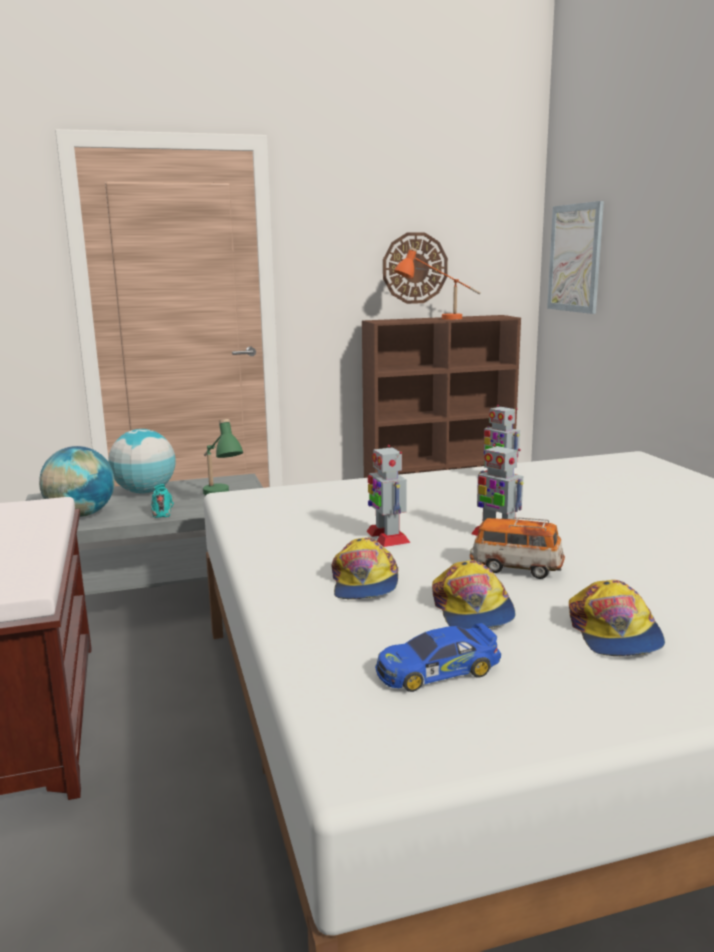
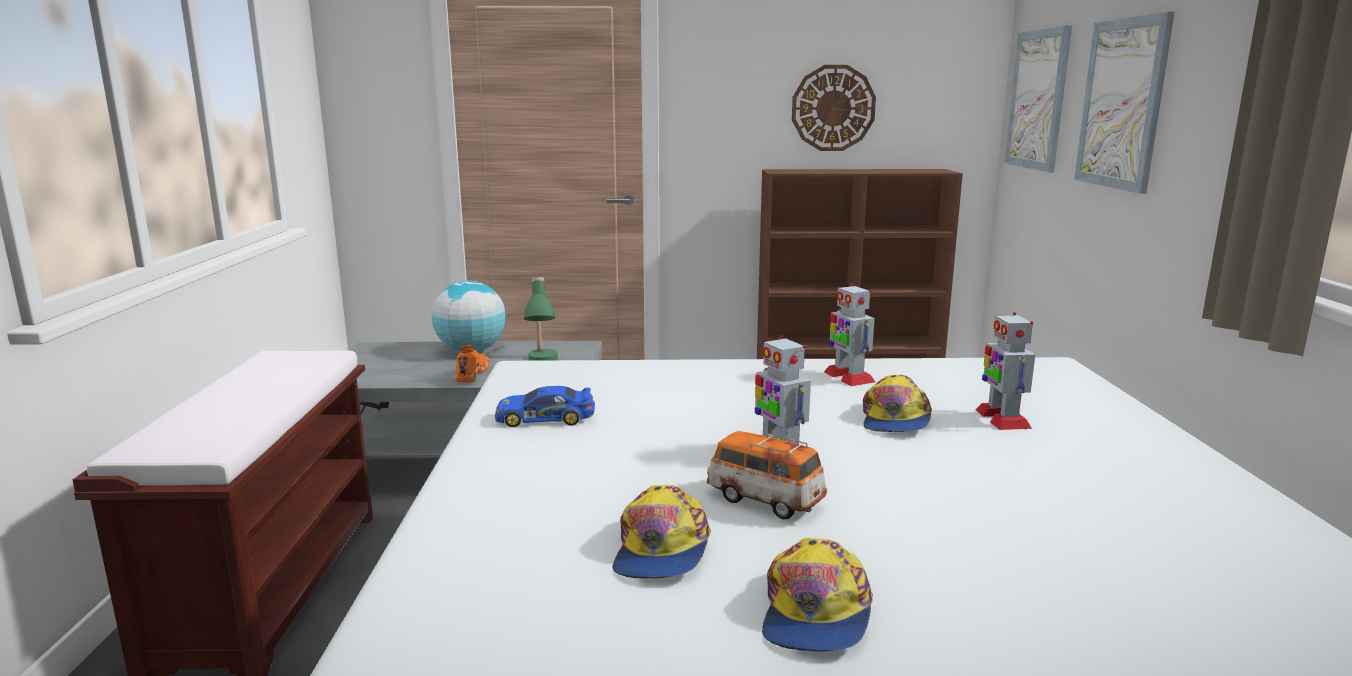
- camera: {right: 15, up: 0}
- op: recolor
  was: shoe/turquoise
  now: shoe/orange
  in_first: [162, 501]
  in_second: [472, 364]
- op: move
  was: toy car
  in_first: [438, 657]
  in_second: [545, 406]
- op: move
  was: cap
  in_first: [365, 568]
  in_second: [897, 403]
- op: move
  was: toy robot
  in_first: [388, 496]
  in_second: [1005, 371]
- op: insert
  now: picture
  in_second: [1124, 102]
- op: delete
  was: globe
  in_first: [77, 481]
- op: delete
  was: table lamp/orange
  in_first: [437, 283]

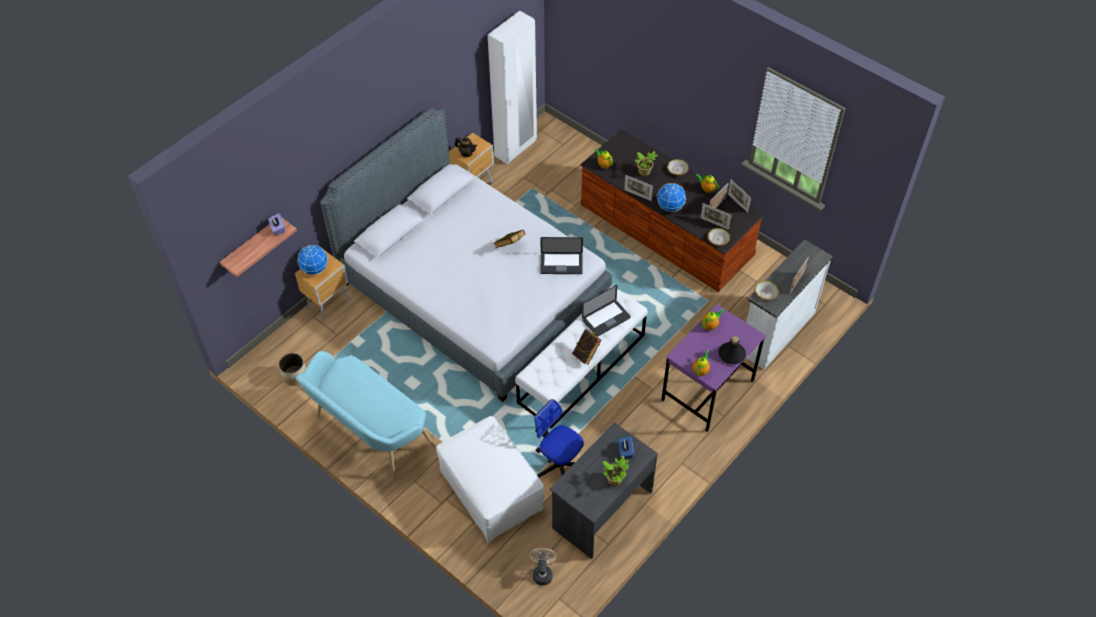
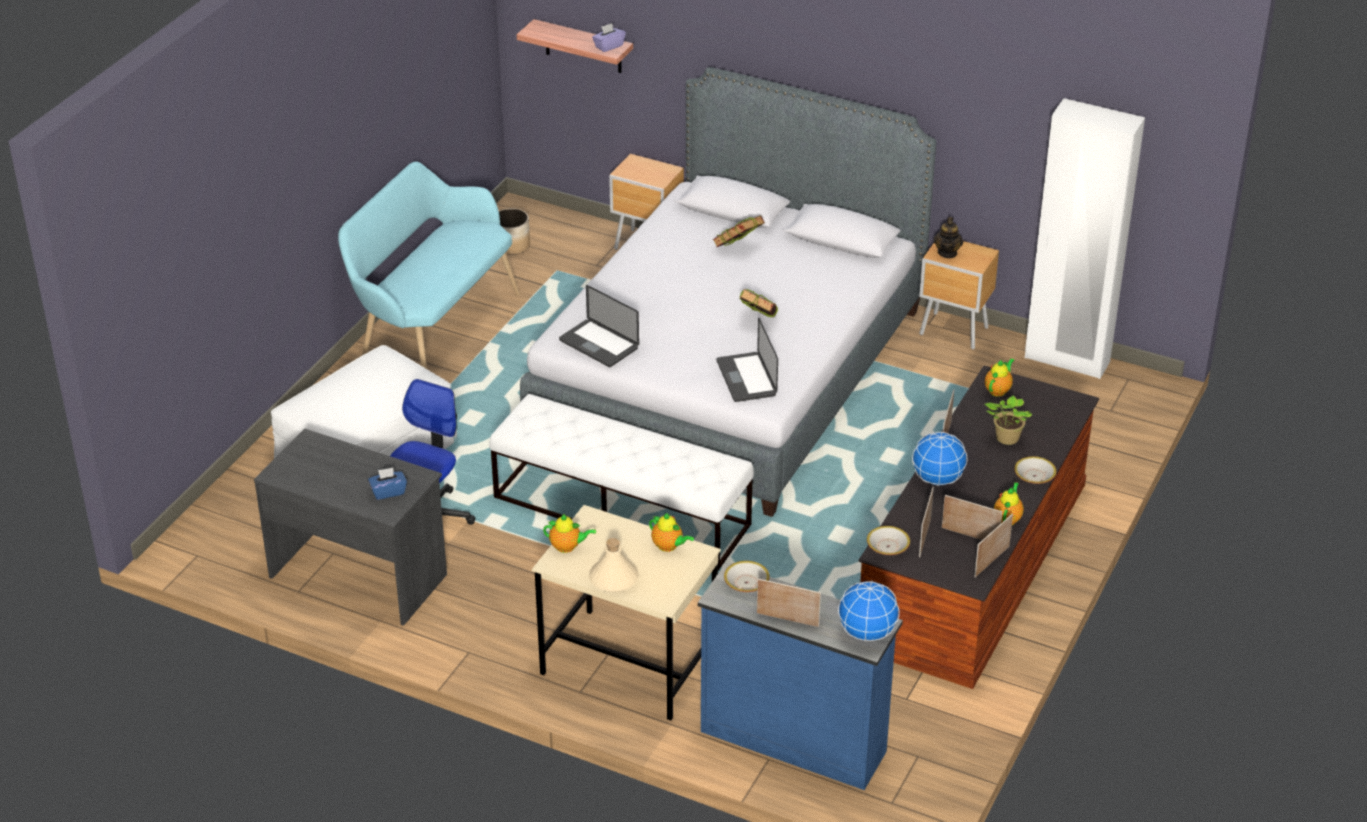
- camera: {right: 75, up: -15}
- op: recolor
  was: desk/purple
  now: desk/beige
  in_first: [713, 368]
  in_second: [626, 612]
- op: move
  was: laptop
  in_first: [606, 311]
  in_second: [599, 326]
- op: recolor
  was: bottle/black
  now: bottle/beige
  in_first: [732, 350]
  in_second: [614, 565]
- op: recolor
  was: dresser/white
  now: dresser/blue
  in_first: [789, 304]
  in_second: [800, 676]
- op: move
  was: book
  in_first: [586, 347]
  in_second: [739, 231]
- op: move
  was: globe
  in_first: [312, 260]
  in_second: [869, 611]
- op: delete
  was: fan/beige
  in_first: [543, 566]
- op: delete
  was: potted plant
  in_first: [616, 471]

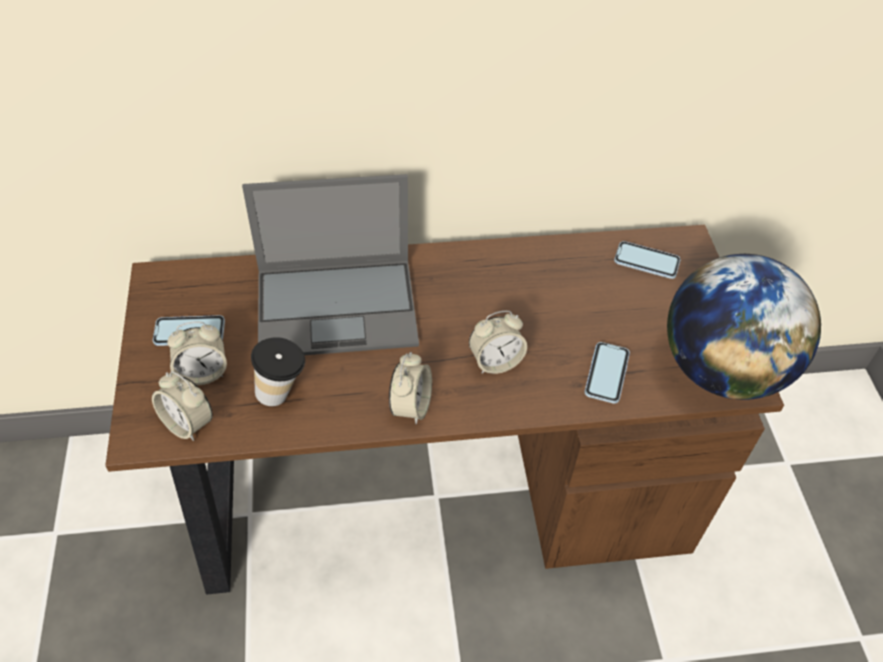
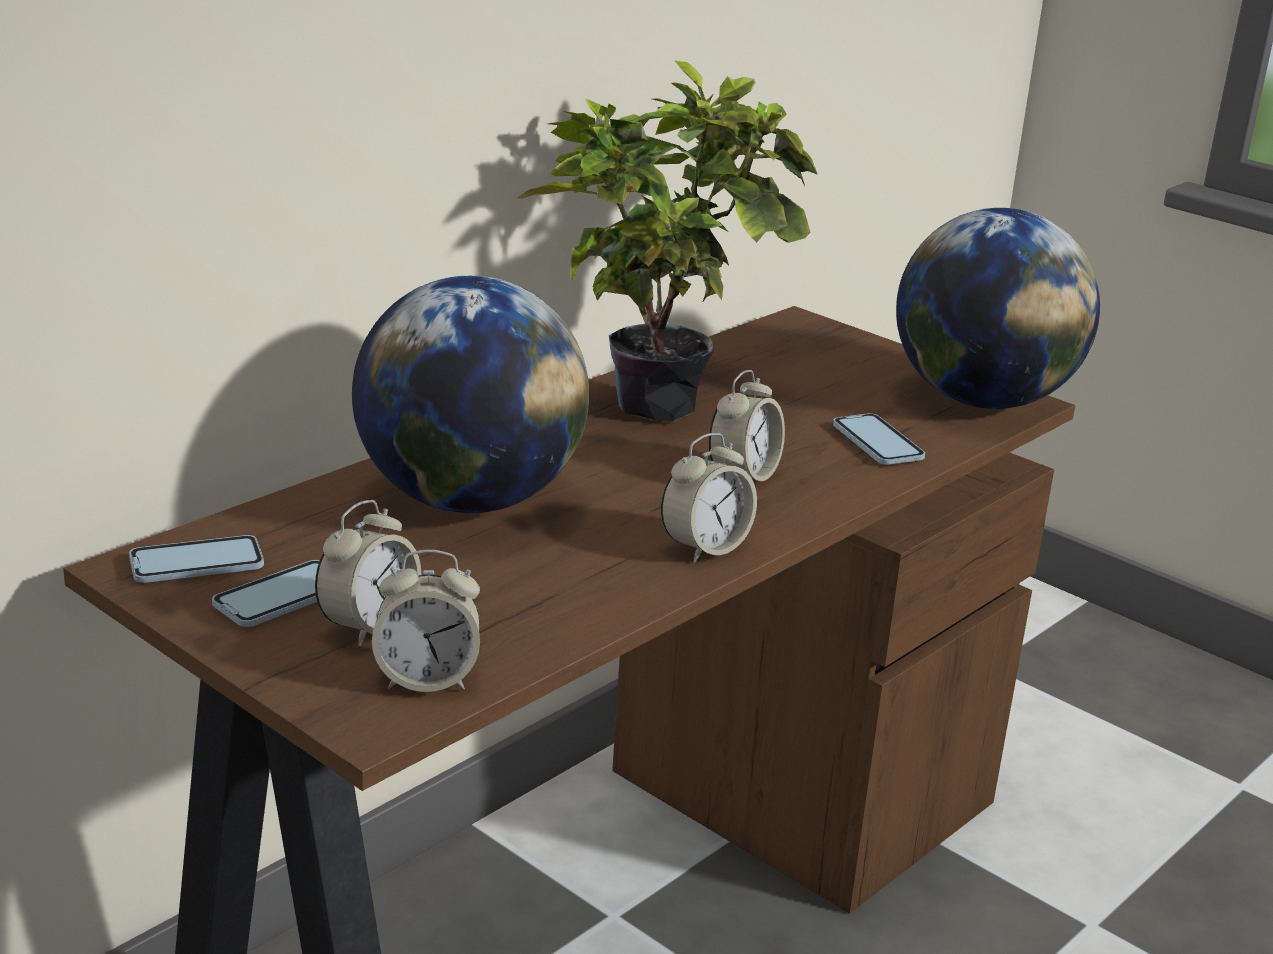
- camera: {right: -40, up: -25}
- op: move
  was: phone
  in_first: [647, 260]
  in_second: [196, 559]
- op: replace
  was: laptop
  now: globe
  in_first: [330, 264]
  in_second: [470, 394]
- op: insert
  now: potted plant
  in_second: [667, 241]
- op: rotate
  was: alarm clock
  in_first: [410, 388]
  in_second: [709, 498]
  clockwise: 75
- op: delete
  was: cup
  in_first: [278, 371]

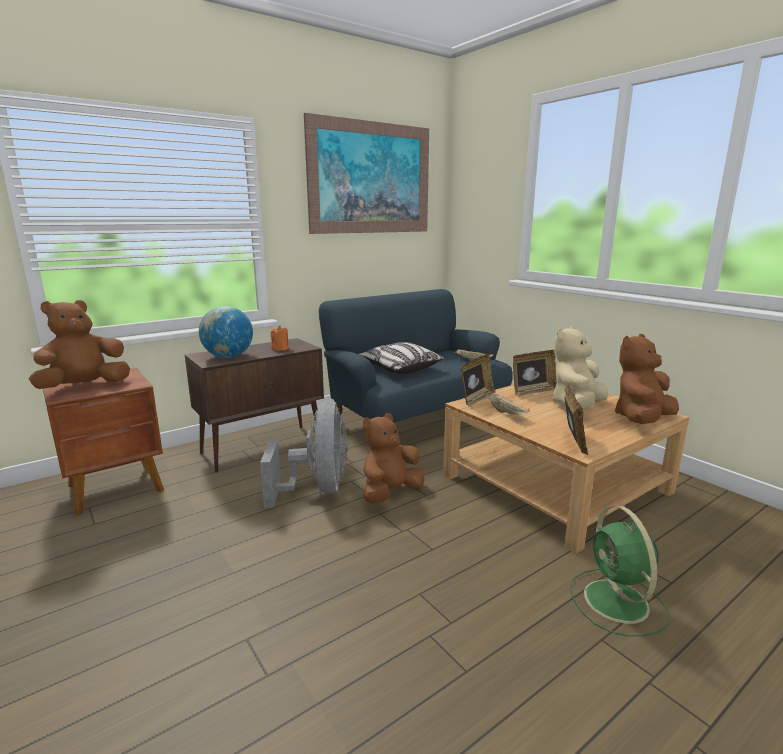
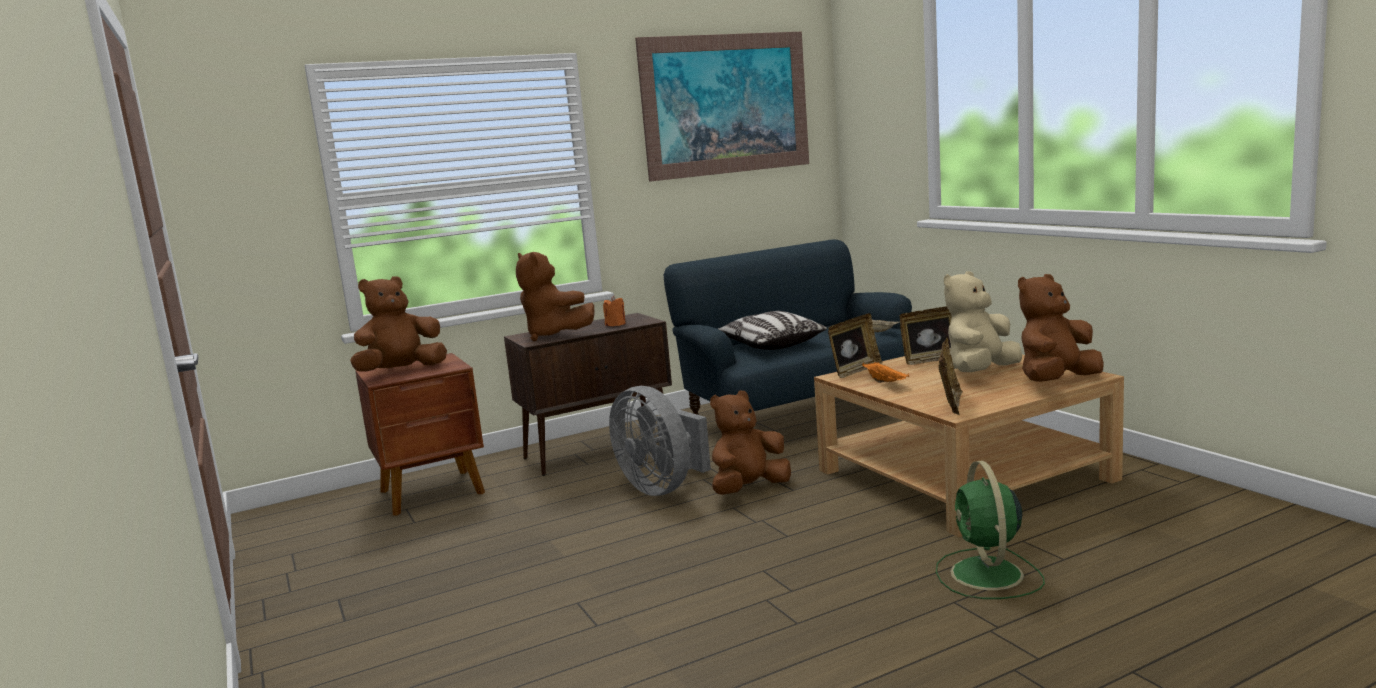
- camera: {right: 10, up: -5}
- op: replace
  was: globe
  now: plush toy/brown
  in_first: [226, 332]
  in_second: [555, 296]
- op: rotate
  was: fan/grey
  in_first: [304, 454]
  in_second: [660, 441]
  clockwise: 135
- op: recolor
  was: tray/beige
  now: tray/orange
  in_first: [508, 404]
  in_second: [885, 372]

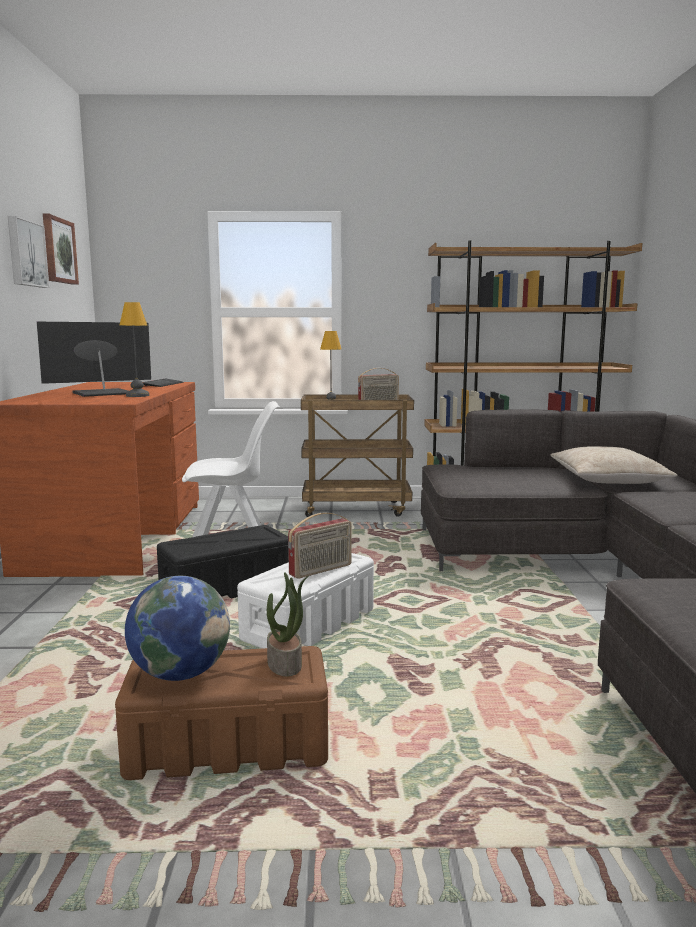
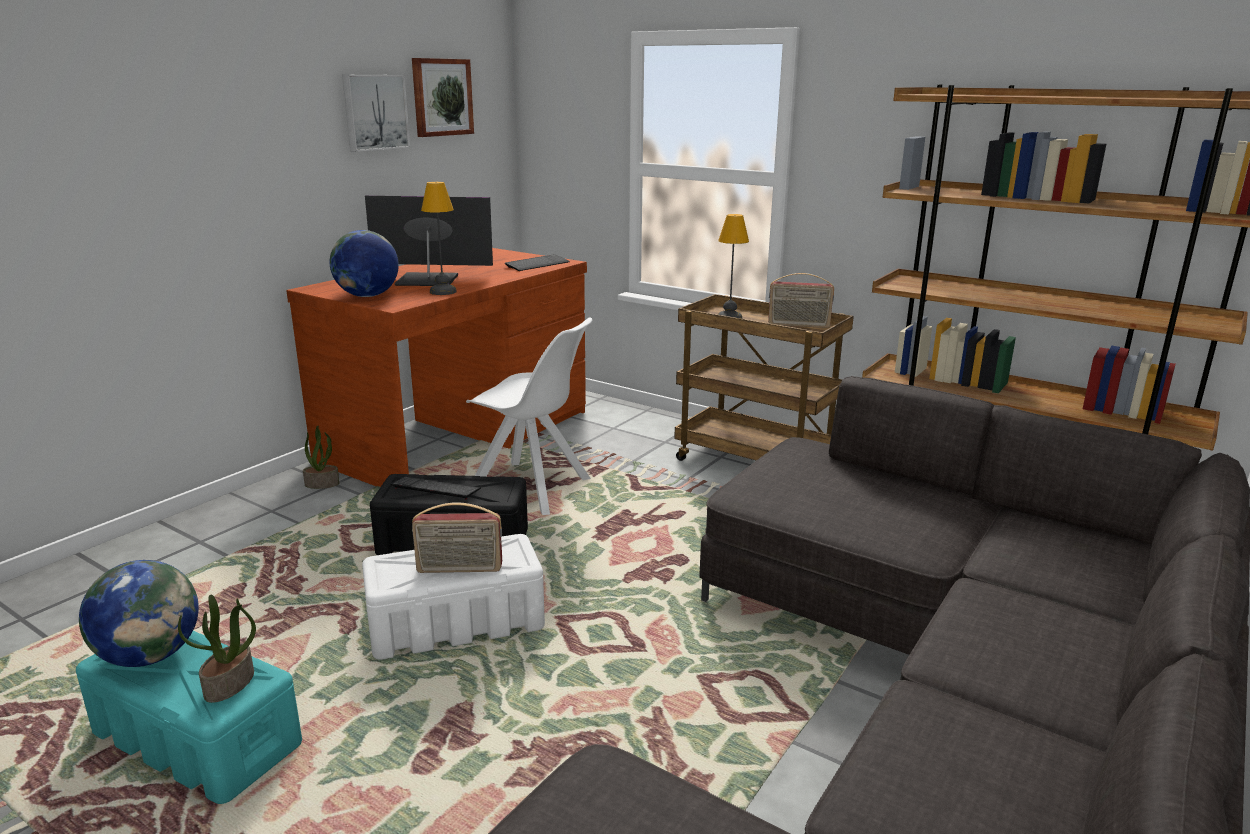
- camera: {right: 35, up: 10}
- op: recolor
  was: storage box/brown
  now: storage box/turquoise
  in_first: [221, 713]
  in_second: [189, 717]
- op: insert
  now: potted plant
  in_second: [321, 457]
- op: insert
  now: globe
  in_second: [364, 263]
- op: insert
  now: keyboard
  in_second: [436, 488]
- op: delete
  was: pillow/beige
  in_first: [613, 465]

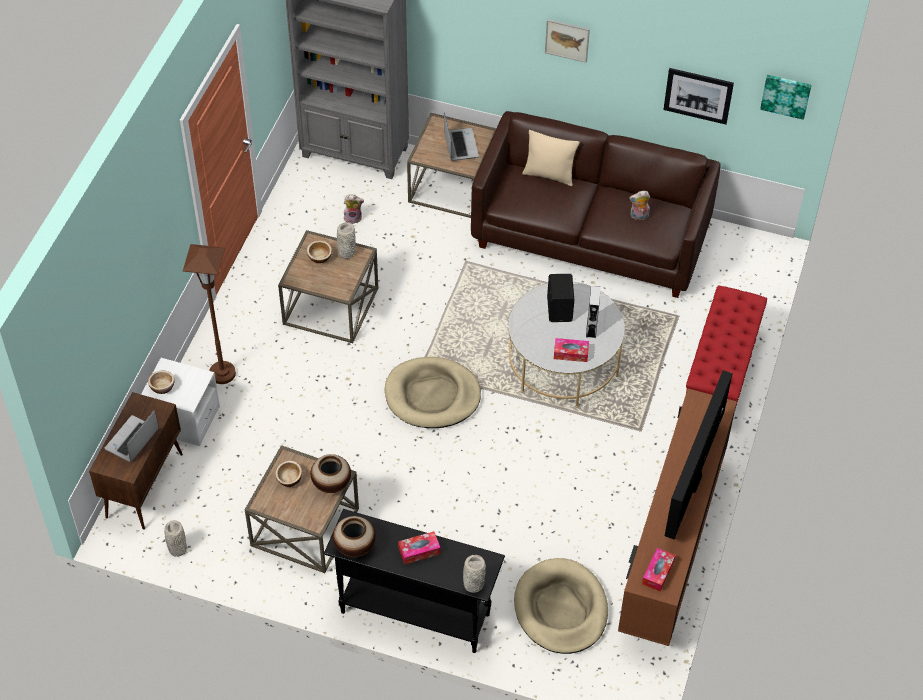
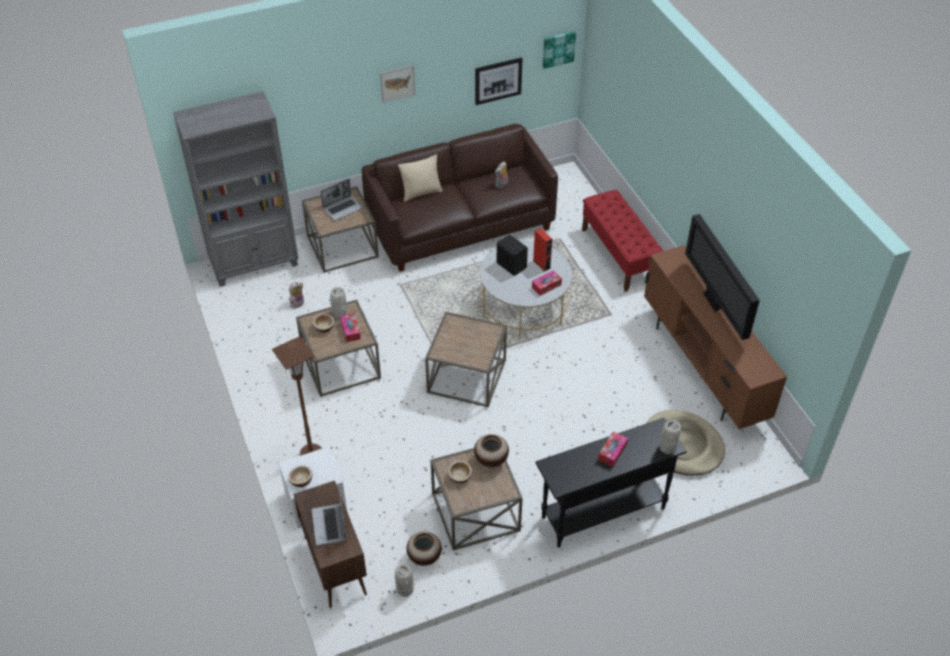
- camera: {right: -40, up: -5}
- op: rotate
  was: laptop
  in_first: [461, 136]
  in_second: [341, 200]
  clockwise: 105
- op: move
  was: tissue box
  in_first: [659, 570]
  in_second: [350, 327]
- op: move
  was: vase
  in_first: [354, 536]
  in_second: [424, 548]
- op: replace
  was: dog bed/beige
  now: side table/brown
  in_first: [433, 392]
  in_second: [466, 359]
- op: recolor
  was: speaker/grey
  now: speaker/red
  in_first: [593, 312]
  in_second: [542, 250]

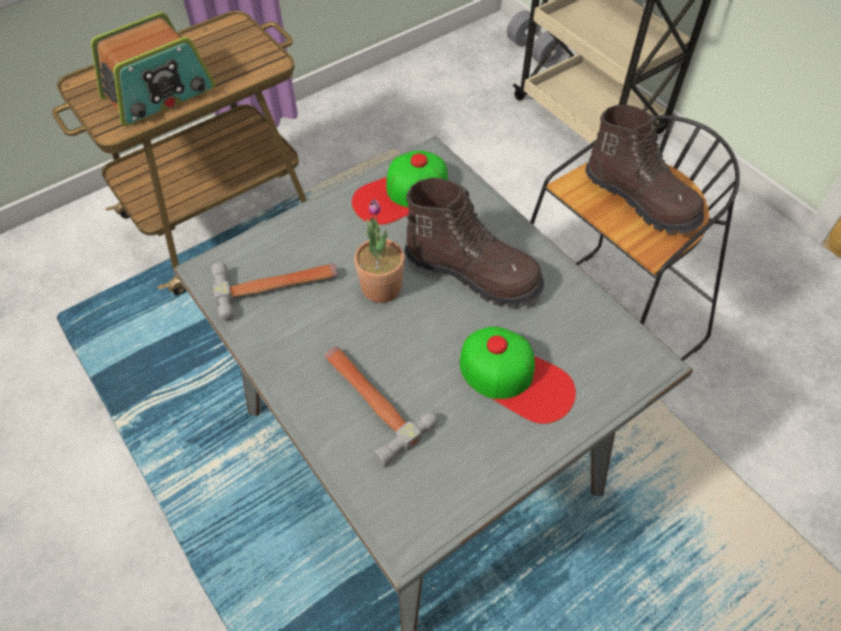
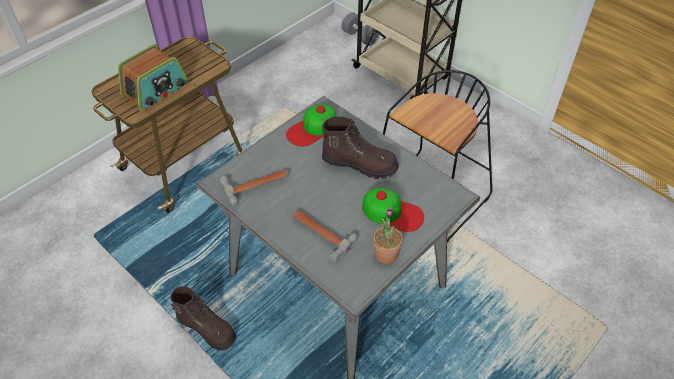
- camera: {right: -10, up: -5}
- op: move
  was: boot/brown
  in_first: [644, 169]
  in_second: [203, 318]
- op: move
  was: potted plant
  in_first: [379, 251]
  in_second: [388, 236]

